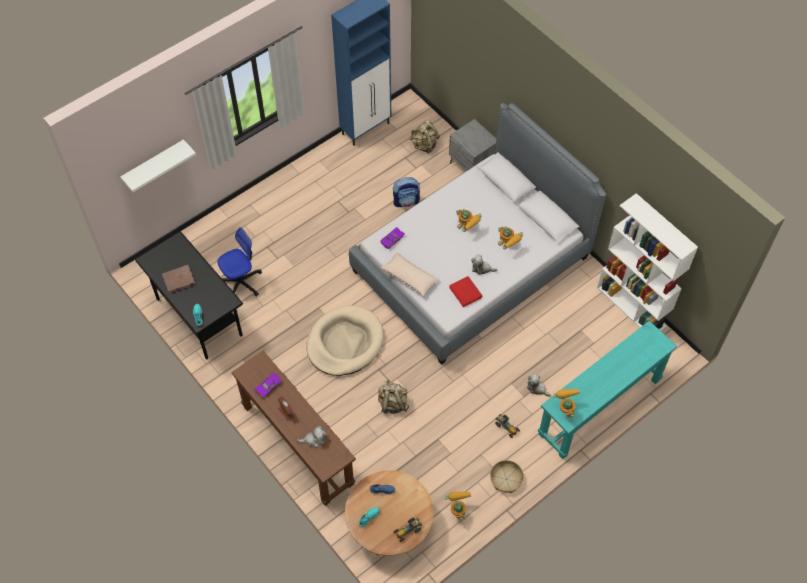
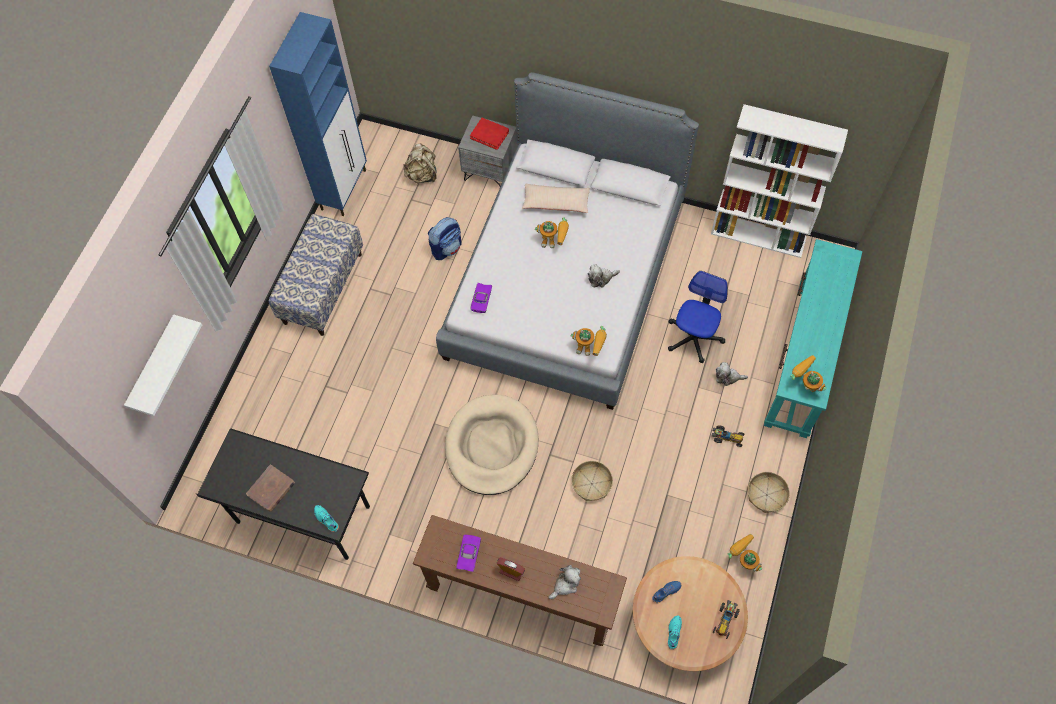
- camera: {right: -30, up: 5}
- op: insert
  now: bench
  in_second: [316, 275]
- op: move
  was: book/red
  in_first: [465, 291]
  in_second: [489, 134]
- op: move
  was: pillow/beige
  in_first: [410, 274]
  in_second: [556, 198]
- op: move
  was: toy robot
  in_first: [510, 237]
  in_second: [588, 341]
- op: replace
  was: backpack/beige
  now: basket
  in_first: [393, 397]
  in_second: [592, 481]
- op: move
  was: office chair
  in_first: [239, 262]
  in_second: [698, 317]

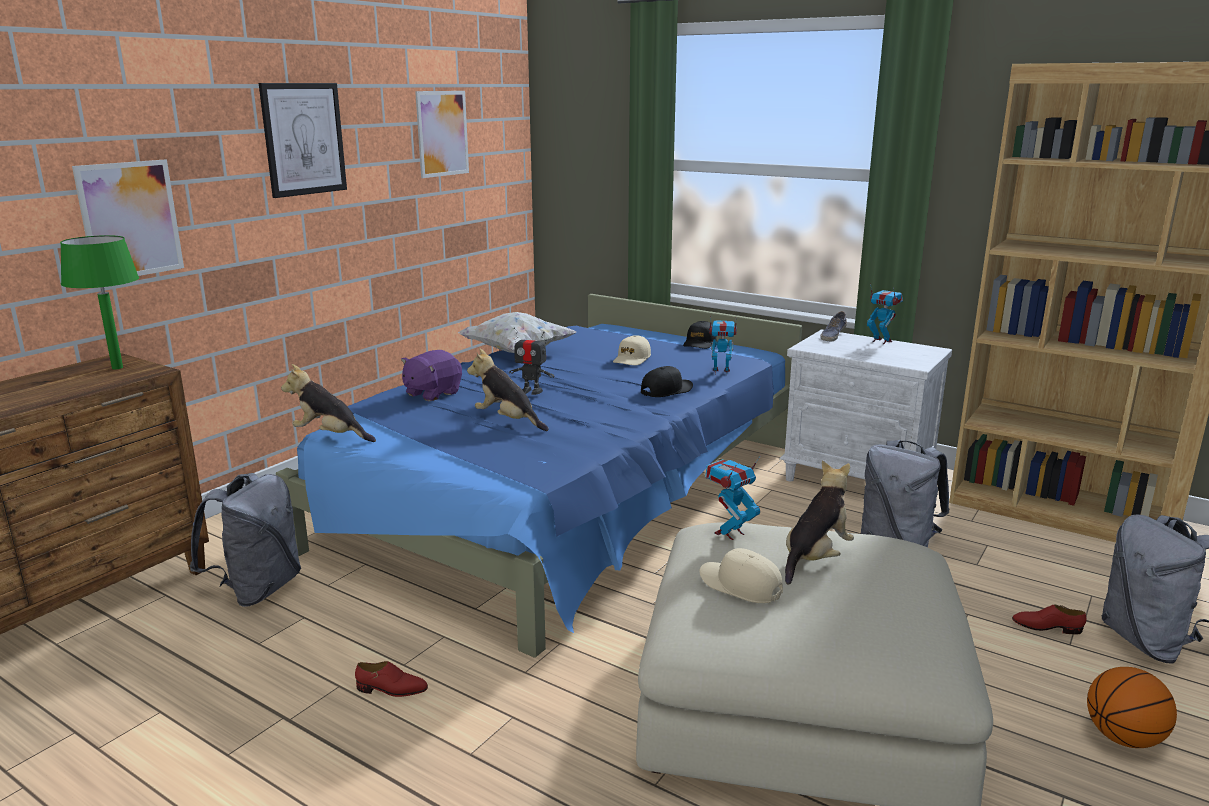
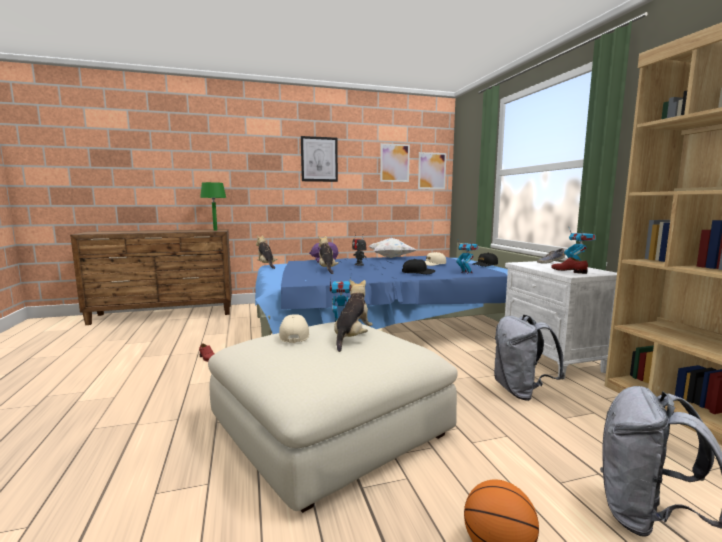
- camera: {right: 40, up: -10}
- op: rotate
  was: plush toy
  in_first: [819, 523]
  in_second: [353, 315]
  clockwise: -60
- op: move
  was: picture
  in_first: [128, 218]
  in_second: [432, 170]
- op: move
  was: shoe/red
  in_first: [1049, 619]
  in_second: [569, 265]
- op: delete
  was: backpack/grey
  in_first: [245, 540]

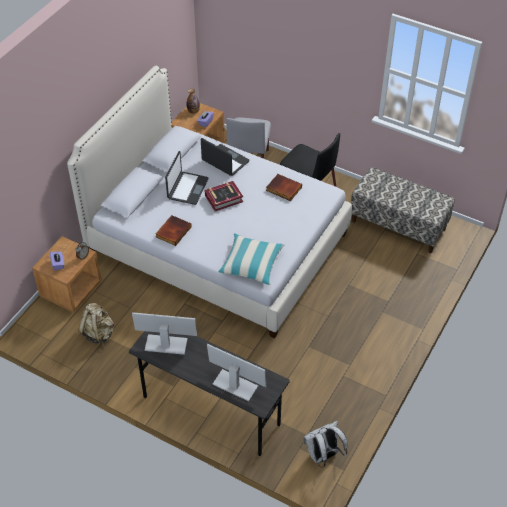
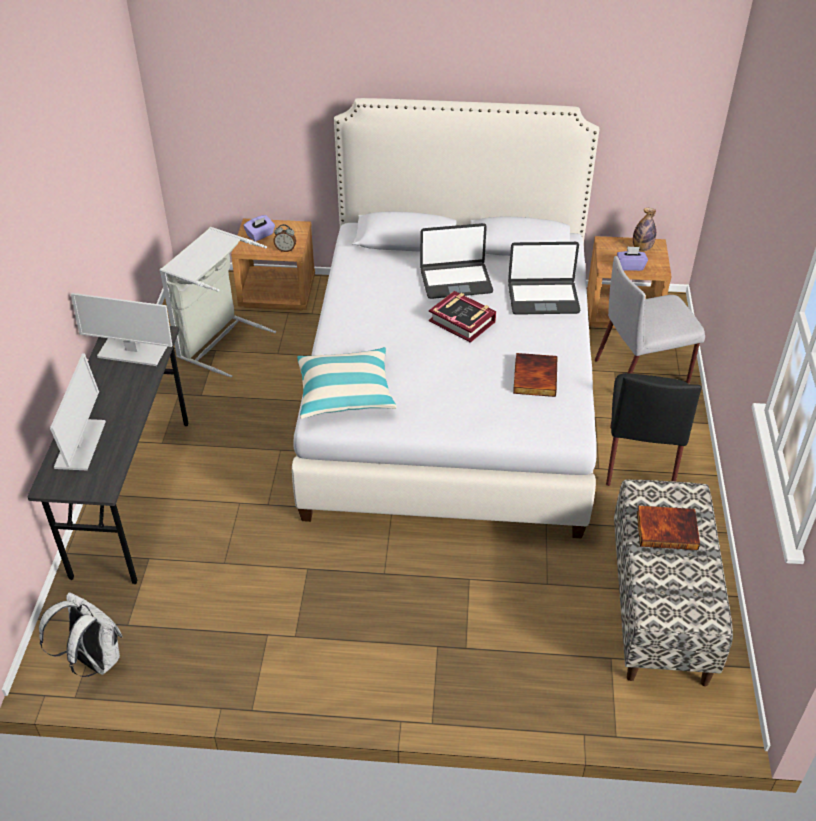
- camera: {right: 65, up: -5}
- op: rotate
  was: monitor
  in_first: [164, 333]
  in_second: [121, 329]
  clockwise: 120
- op: replace
  was: backpack/beige
  now: laundry basket/grey
  in_first: [96, 324]
  in_second: [218, 302]
- op: rotate
  was: laptop
  in_first: [225, 157]
  in_second: [544, 278]
  clockwise: 75
- op: move
  was: book
  in_first: [174, 230]
  in_second: [668, 528]

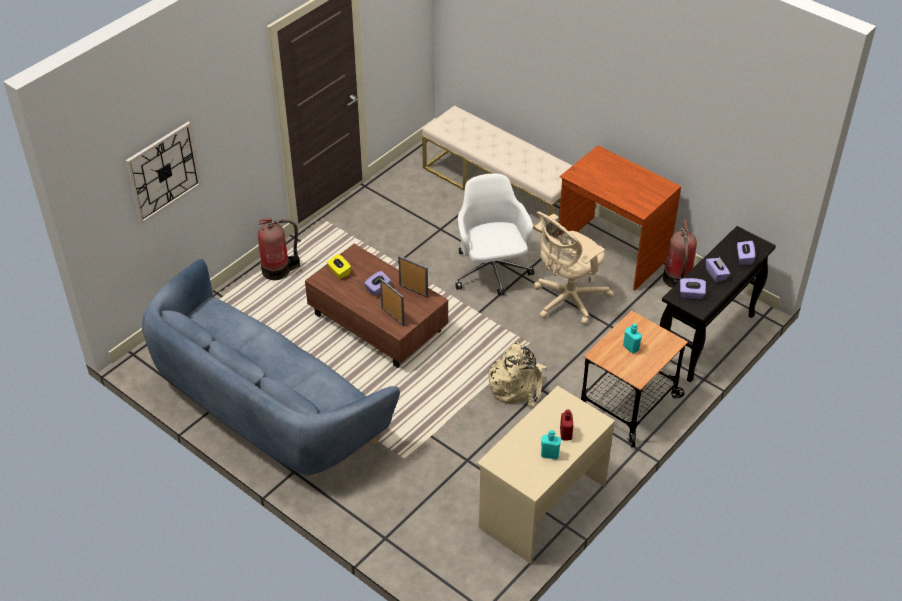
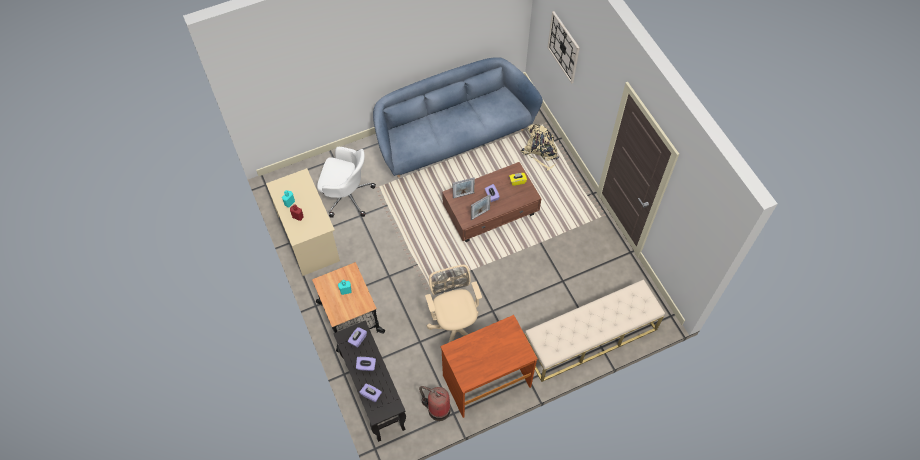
- camera: {right: 115, up: 15}
- op: move
  was: office chair/white
  in_first: [494, 234]
  in_second: [346, 182]
- op: move
  was: backpack/beige
  in_first: [516, 374]
  in_second: [539, 147]
- op: delete
  was: fire extinguisher
  in_first: [279, 249]

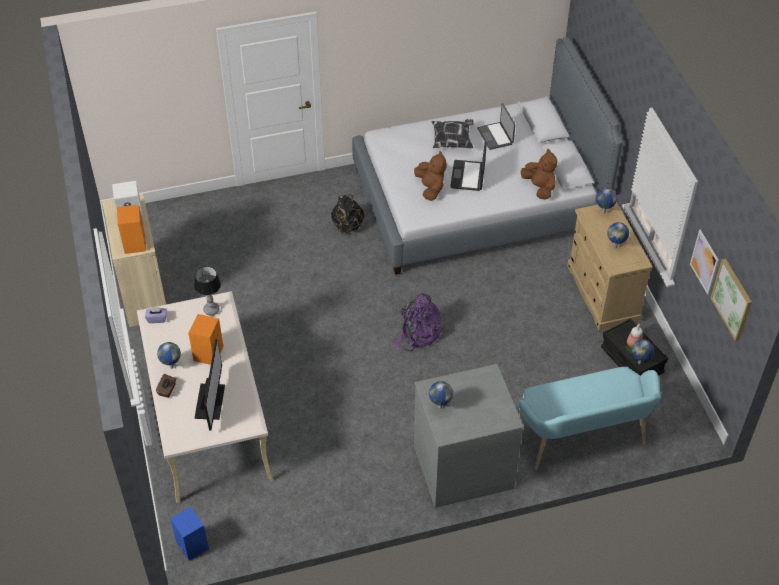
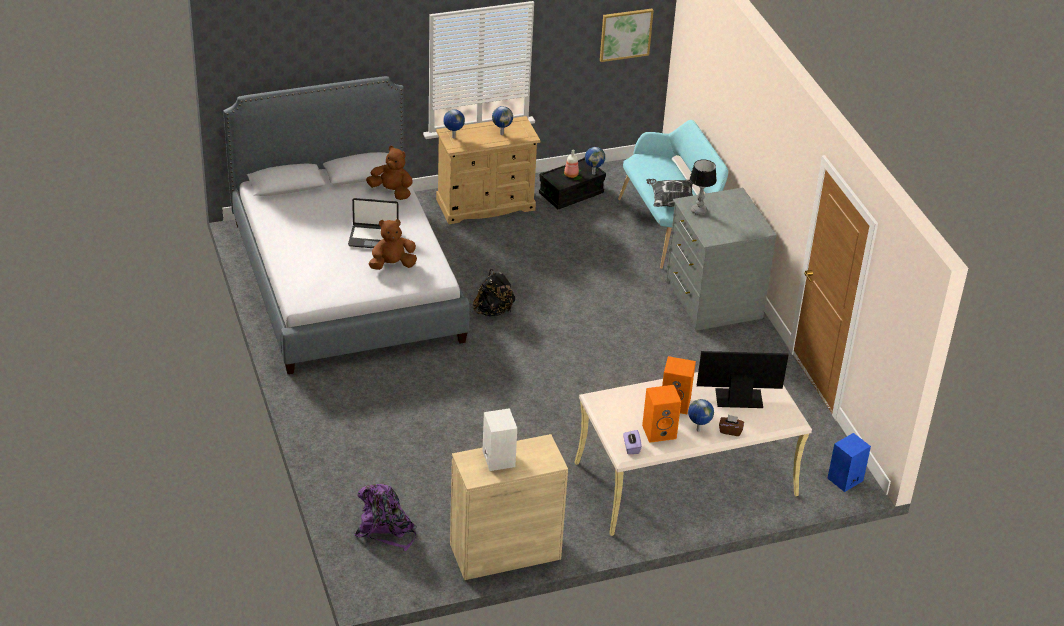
- camera: {right: -95, up: -10}
- op: move
  was: backpack/purple
  in_first: [417, 322]
  in_second: [385, 517]
- op: rotate
  was: plush toy/brown
  in_first: [539, 174]
  in_second: [389, 173]
  clockwise: 60
- op: move
  was: backpack/black
  in_first: [347, 214]
  in_second: [494, 293]
- op: move
  was: speaker/orange
  in_first: [131, 229]
  in_second: [661, 414]
- op: move
  was: pillow
  in_first: [453, 133]
  in_second: [669, 193]
- op: move
  was: table lamp
  in_first: [207, 290]
  in_second: [703, 187]
- op: delete
  was: globe
  in_first: [441, 395]
- op: delete
  was: laptop
  in_first: [496, 126]
- op: delete
  was: picture
  in_first: [704, 262]

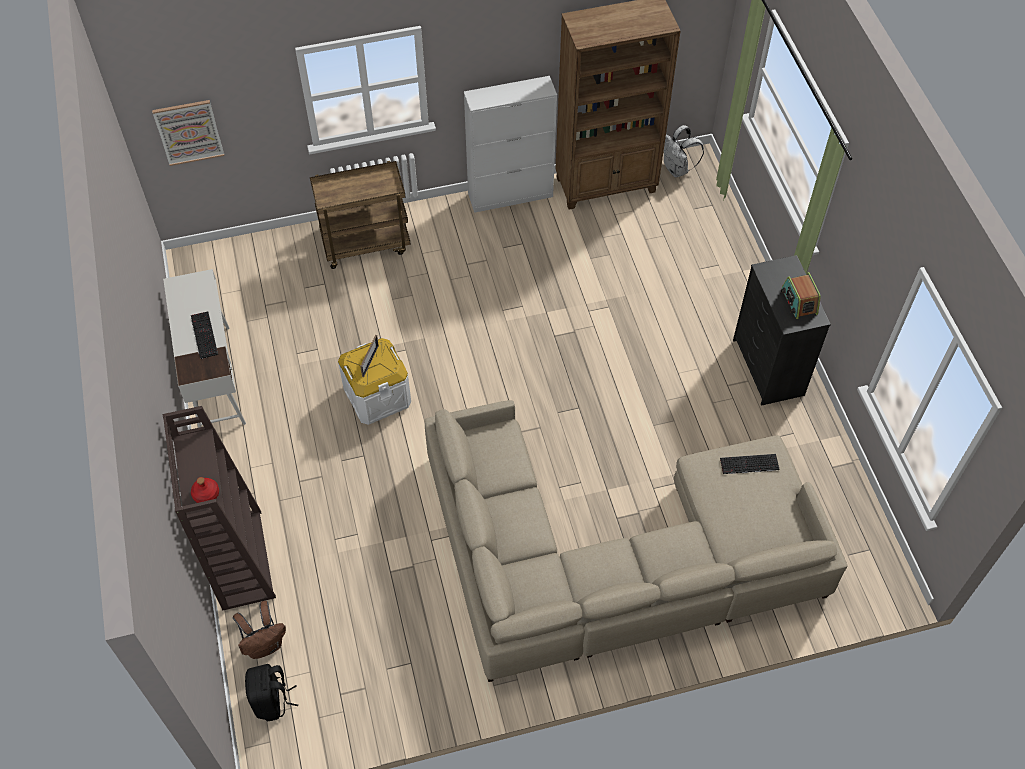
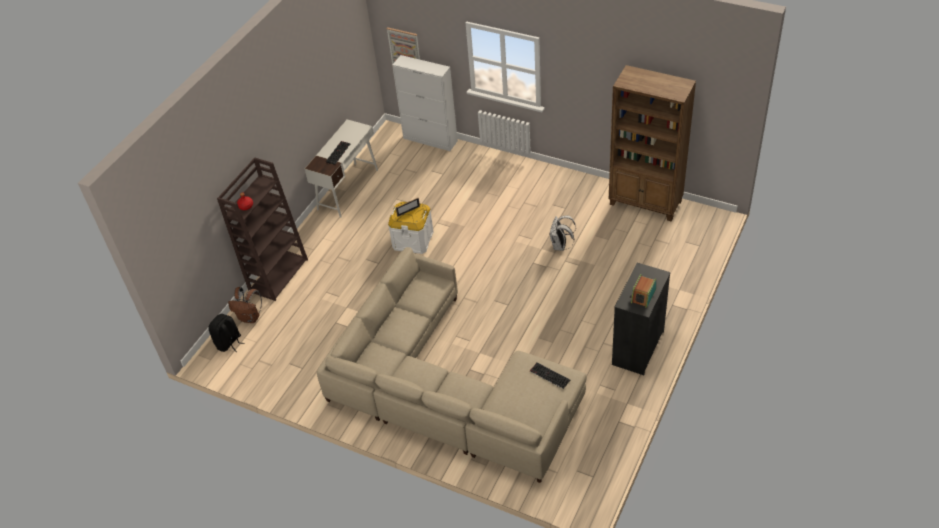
- camera: {right: 45, up: -10}
- op: move
  was: cabinet/white
  in_first: [510, 144]
  in_second: [425, 103]
- op: move
  was: backpack/white
  in_first: [683, 151]
  in_second: [562, 233]
- op: delete
  was: cart/brown
  in_first: [360, 215]

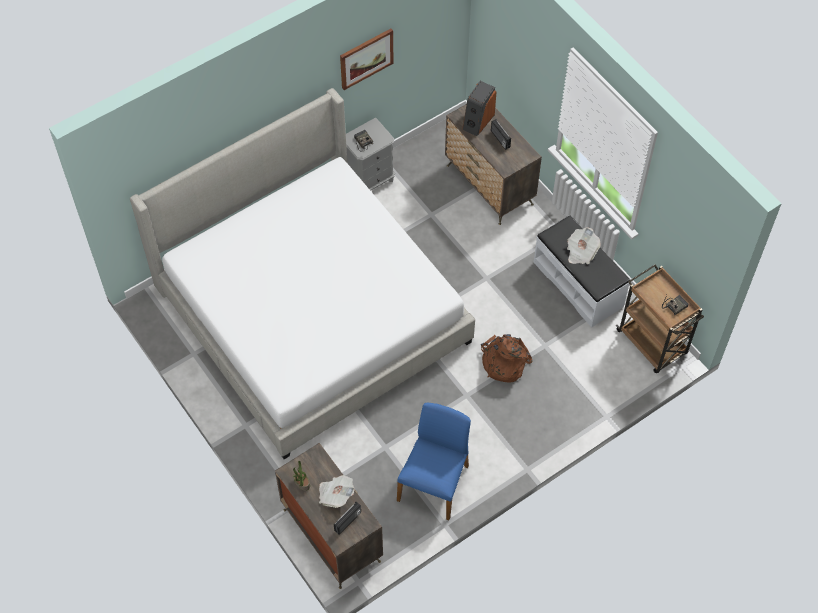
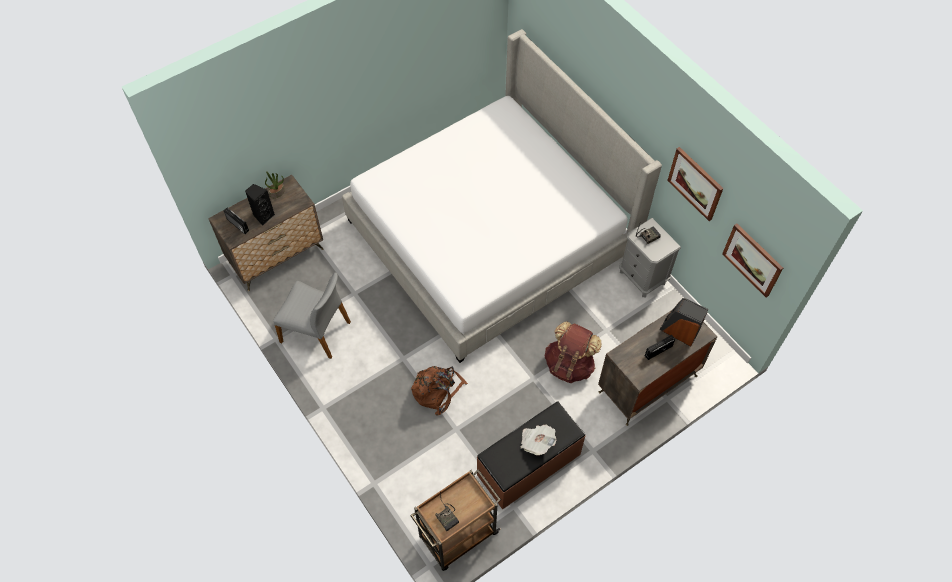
- camera: {right: 90, up: 0}
- op: replace
  was: newspaper
  now: speaker/black
  in_first: [337, 491]
  in_second: [260, 205]
- op: recolor
  was: chair/blue
  now: chair/grey
  in_first: [434, 461]
  in_second: [312, 315]
- op: recolor
  was: bench/white
  now: bench/brown
  in_first: [581, 271]
  in_second: [531, 455]
- op: insert
  now: backpack/brown
  in_second: [573, 352]
- op: insert
  now: picture
  in_second: [752, 260]

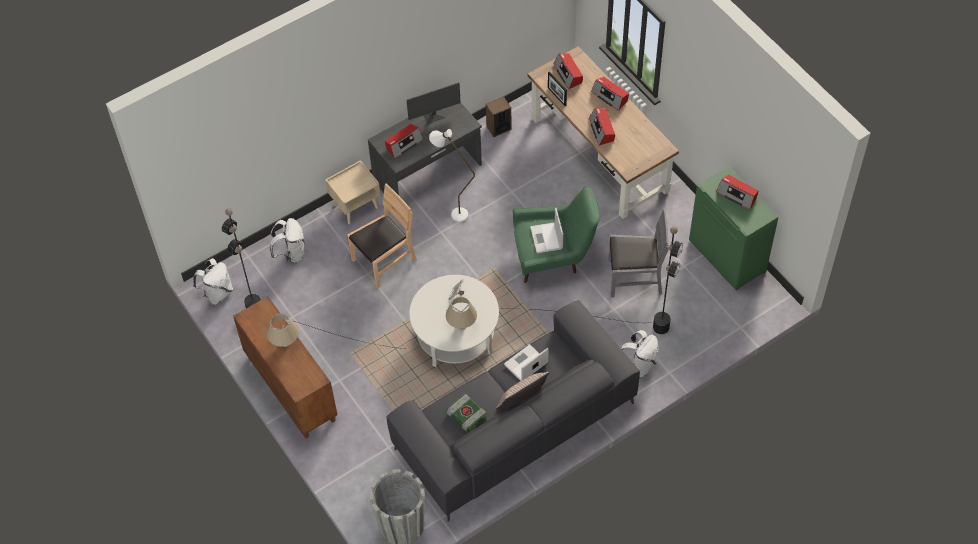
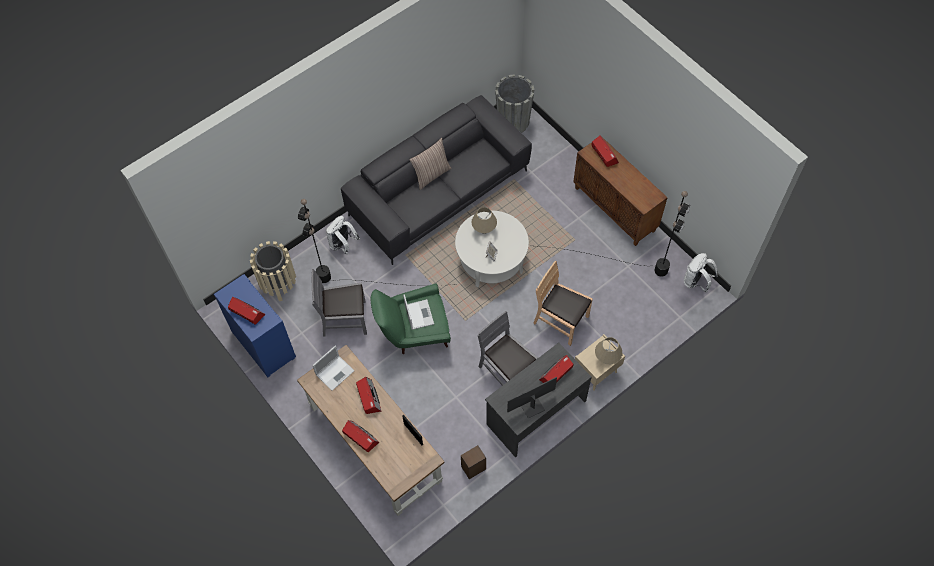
- camera: {right: 175, up: 5}
- op: recolor
  was: cabinet/green
  now: cabinet/blue
  in_first: [734, 228]
  in_second: [255, 325]
- op: insert
  now: trash can/beige
  in_second: [273, 271]
- op: move
  was: laptop
  in_first: [526, 362]
  in_second: [333, 368]
- op: replace
  was: floor lamp/white
  now: chair/grey
  in_first: [452, 175]
  in_second: [508, 348]
- op: rotate
  was: chair/brown
  in_first: [382, 236]
  in_second: [563, 303]
  clockwise: 75
- op: move
  was: radio
  in_first: [568, 71]
  in_second: [605, 151]
- op: move
  was: table lamp/beige
  in_first: [282, 330]
  in_second: [608, 350]
- op: delete
  was: backpack/white
  in_first: [287, 241]
- op: delete
  was: book
  in_first: [466, 413]

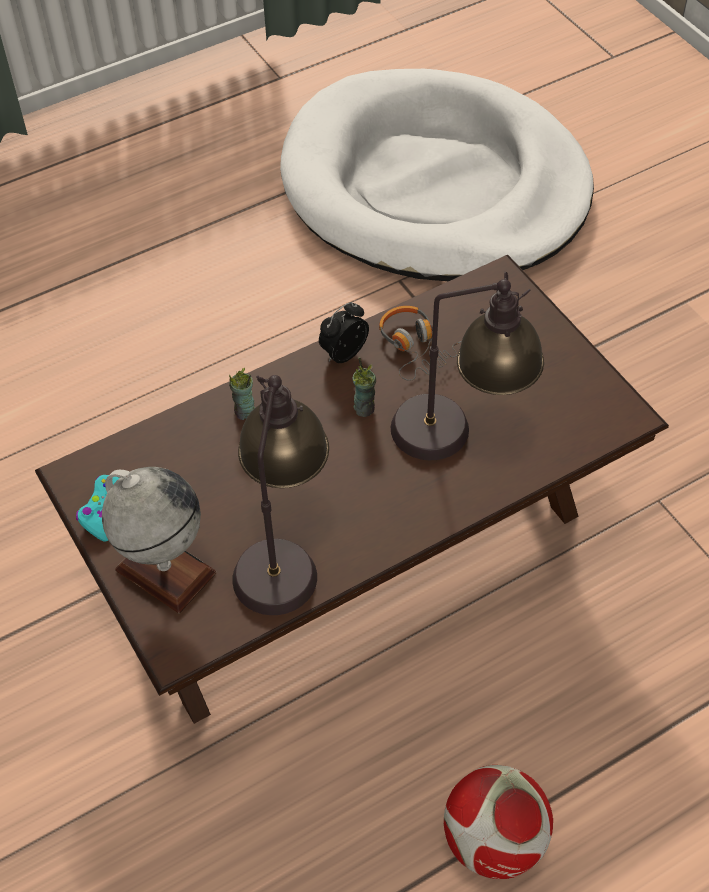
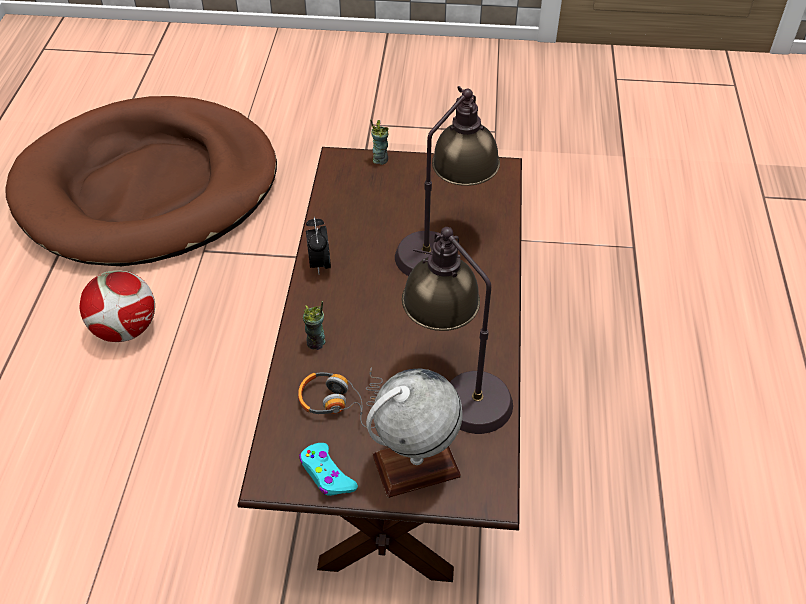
- camera: {right: -55, up: -5}
- op: recolor
  was: dog bed/white
  now: dog bed/brown
  in_first: [437, 175]
  in_second: [141, 181]
- op: move
  was: football
  in_first: [498, 822]
  in_second: [117, 306]
- op: move
  was: headphones
  in_first: [420, 343]
  in_second: [340, 398]
- op: move
  was: cup
  in_first: [364, 387]
  in_second: [379, 142]

